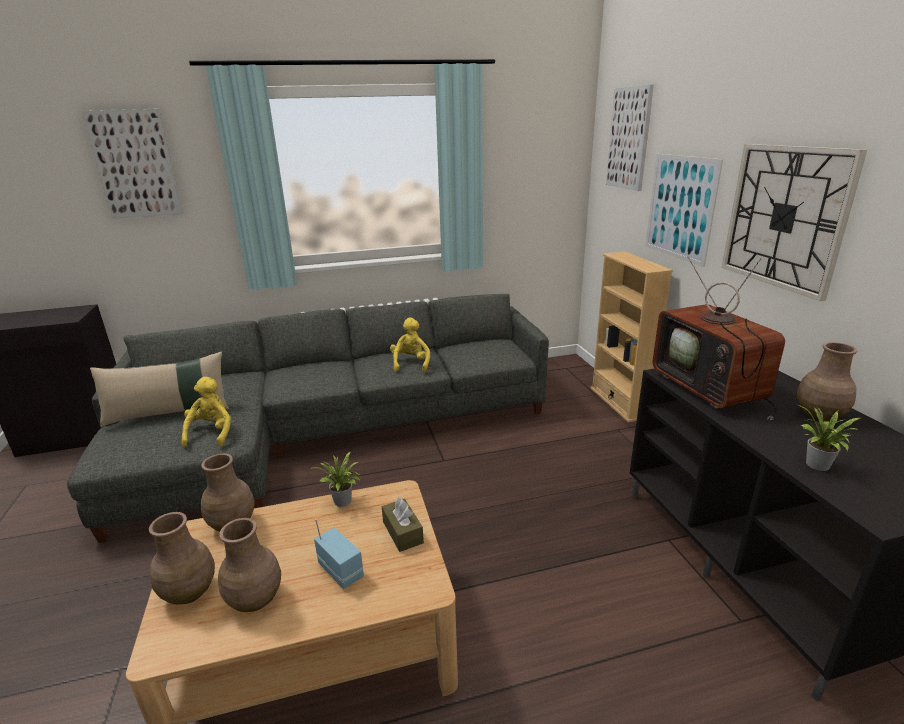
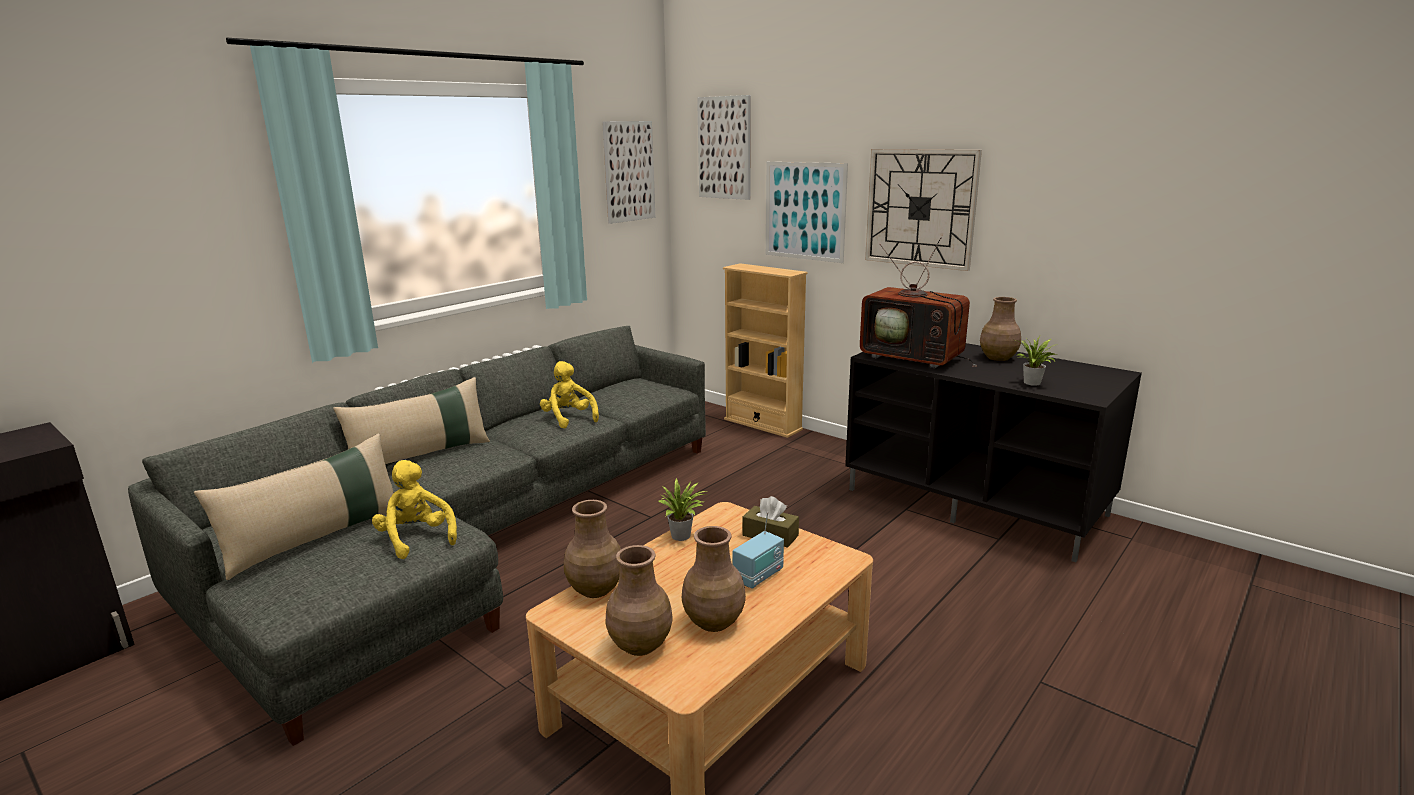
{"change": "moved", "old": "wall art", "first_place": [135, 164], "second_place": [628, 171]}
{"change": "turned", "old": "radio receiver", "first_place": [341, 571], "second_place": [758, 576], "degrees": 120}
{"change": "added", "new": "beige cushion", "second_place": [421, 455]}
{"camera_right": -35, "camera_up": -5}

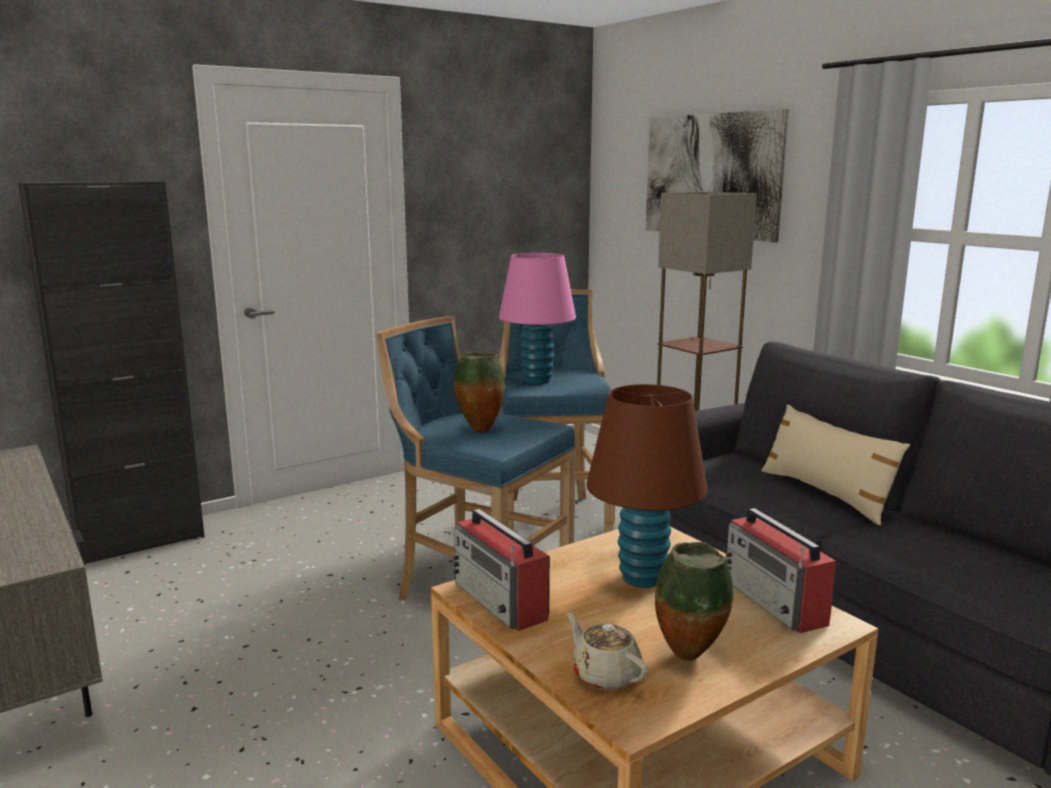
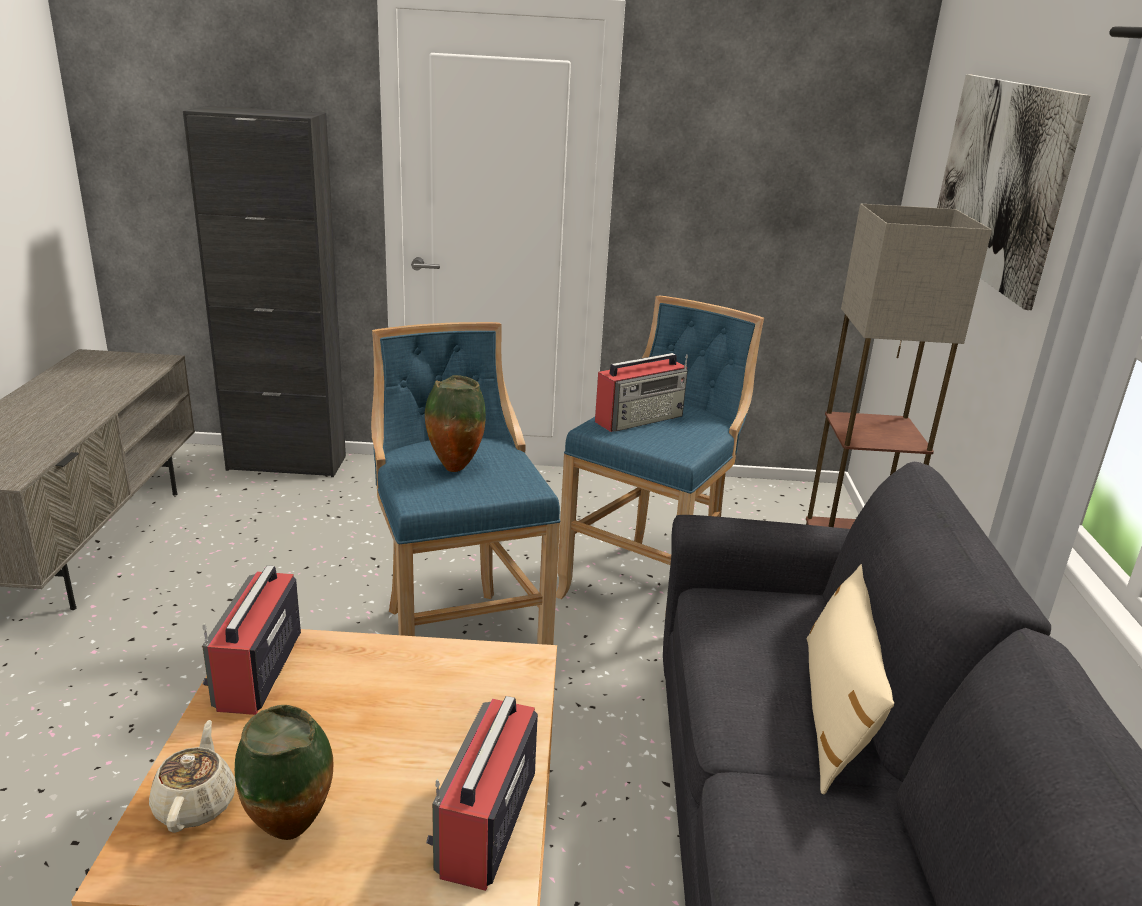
{"change": "replaced", "old": "pink-coloured table lamp", "new": "radio receiver", "first_place": [537, 380], "second_place": [640, 419]}
{"change": "removed", "old": "brown table lamp", "first_place": [643, 578]}
{"camera_right": 35, "camera_up": 10}

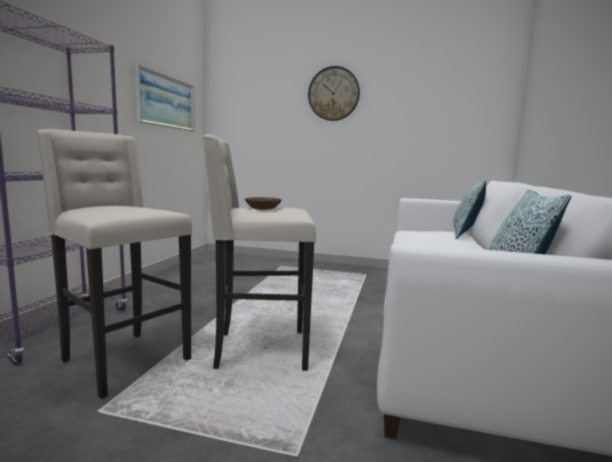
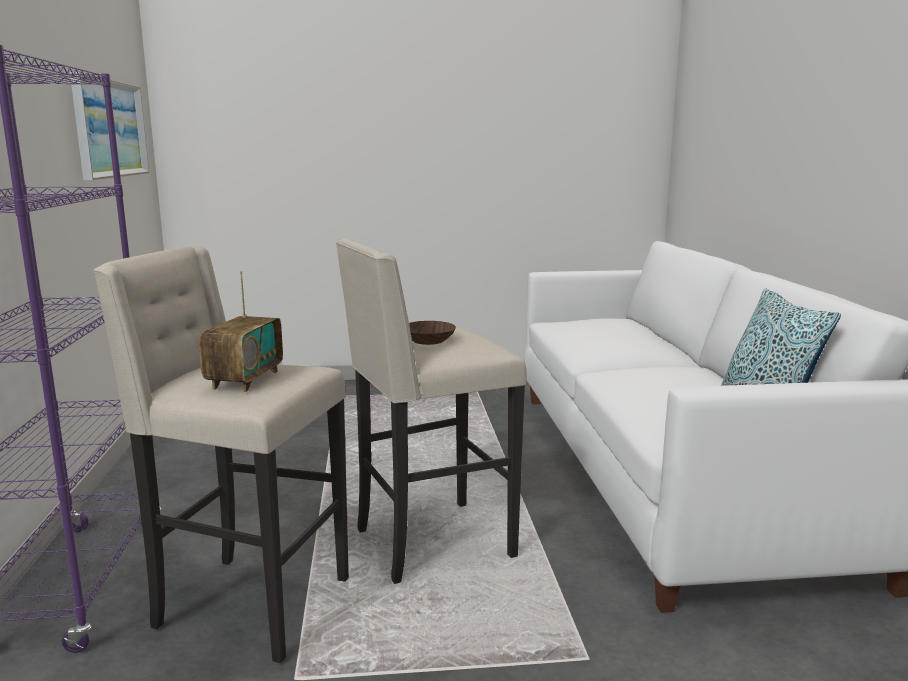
{"change": "removed", "old": "hanging clock", "first_place": [333, 94]}
{"change": "removed", "old": "cushion", "first_place": [466, 235]}
{"change": "added", "new": "radio receiver", "second_place": [245, 380]}
{"camera_right": -20, "camera_up": 5}

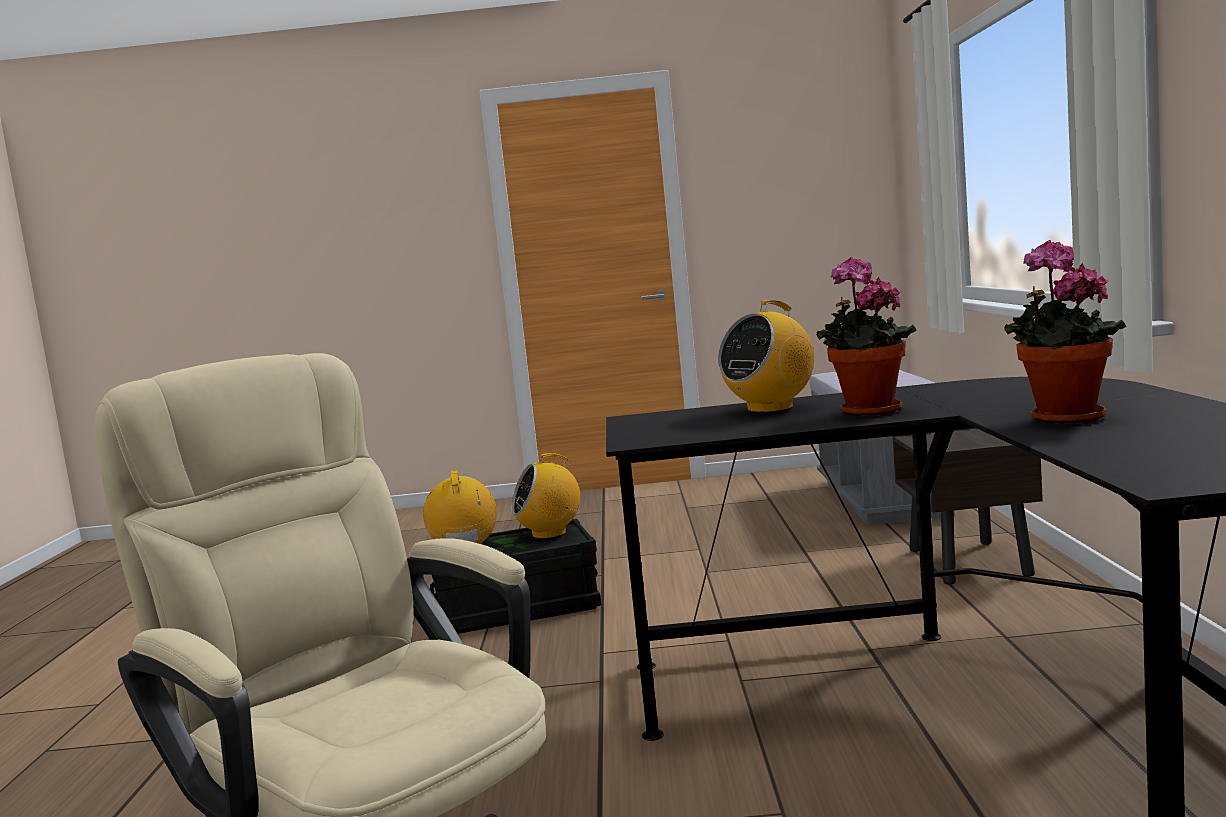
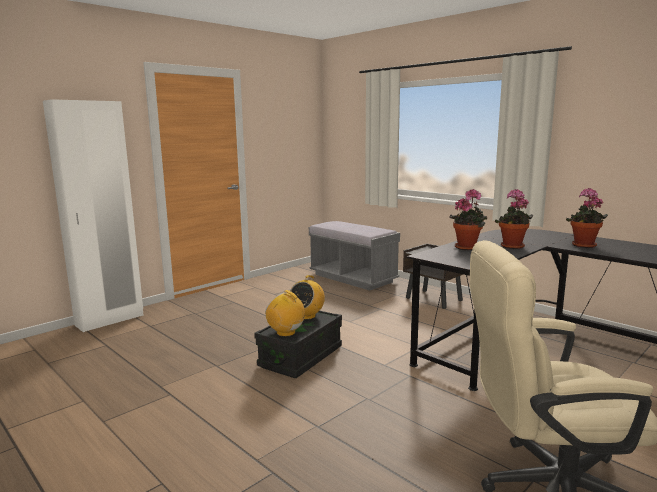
{"change": "replaced", "old": "radio receiver", "new": "potted plant", "first_place": [770, 409], "second_place": [468, 247]}
{"change": "added", "new": "whitish wardrobe", "second_place": [110, 320]}
{"camera_right": -45, "camera_up": 5}

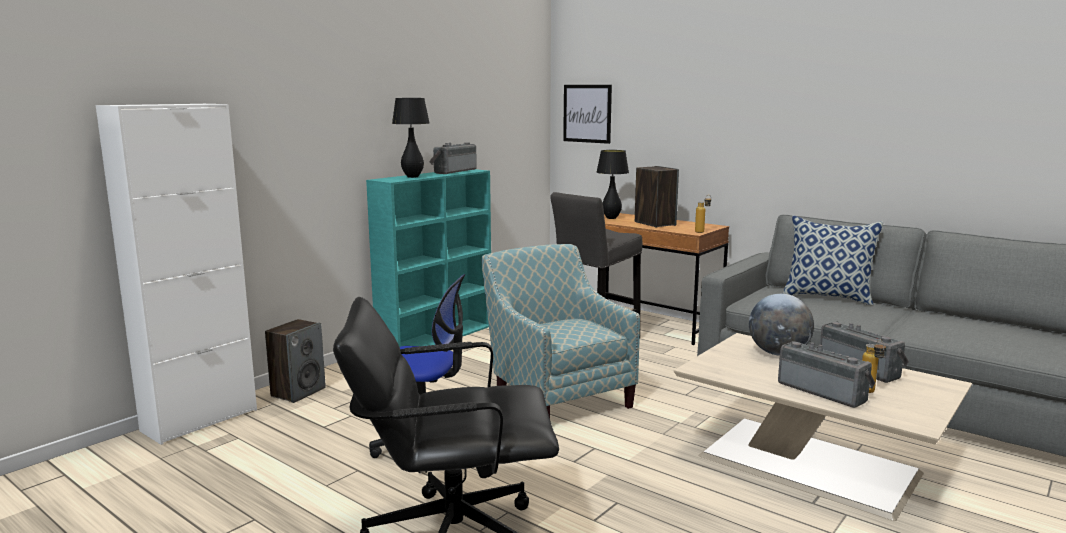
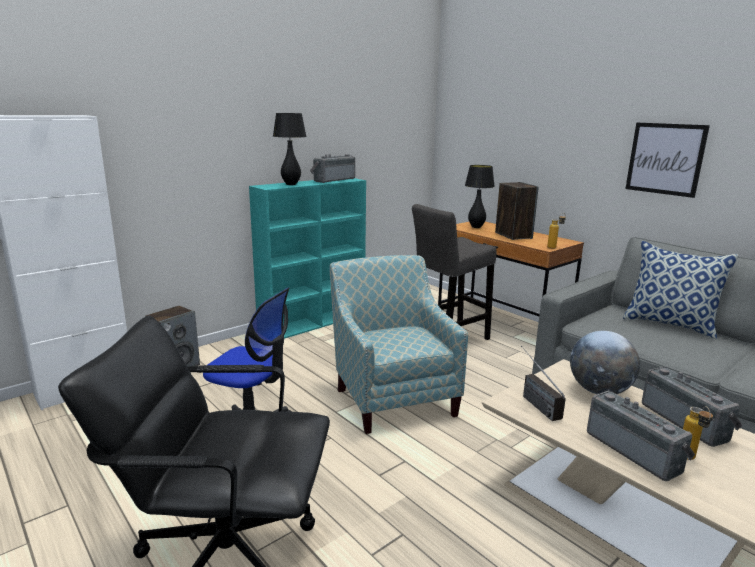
{"change": "moved", "old": "wall art", "first_place": [587, 113], "second_place": [665, 159]}
{"change": "added", "new": "radio receiver", "second_place": [532, 401]}
{"camera_right": 10, "camera_up": 5}

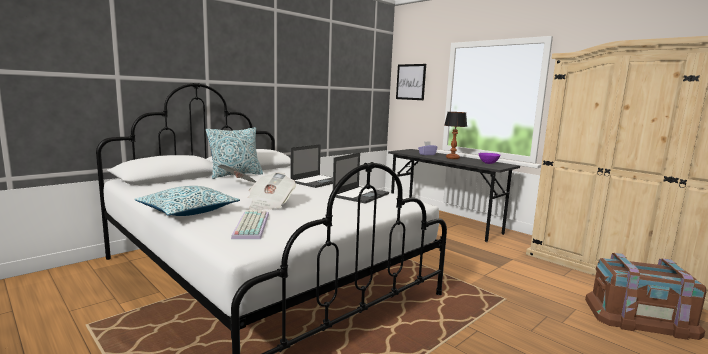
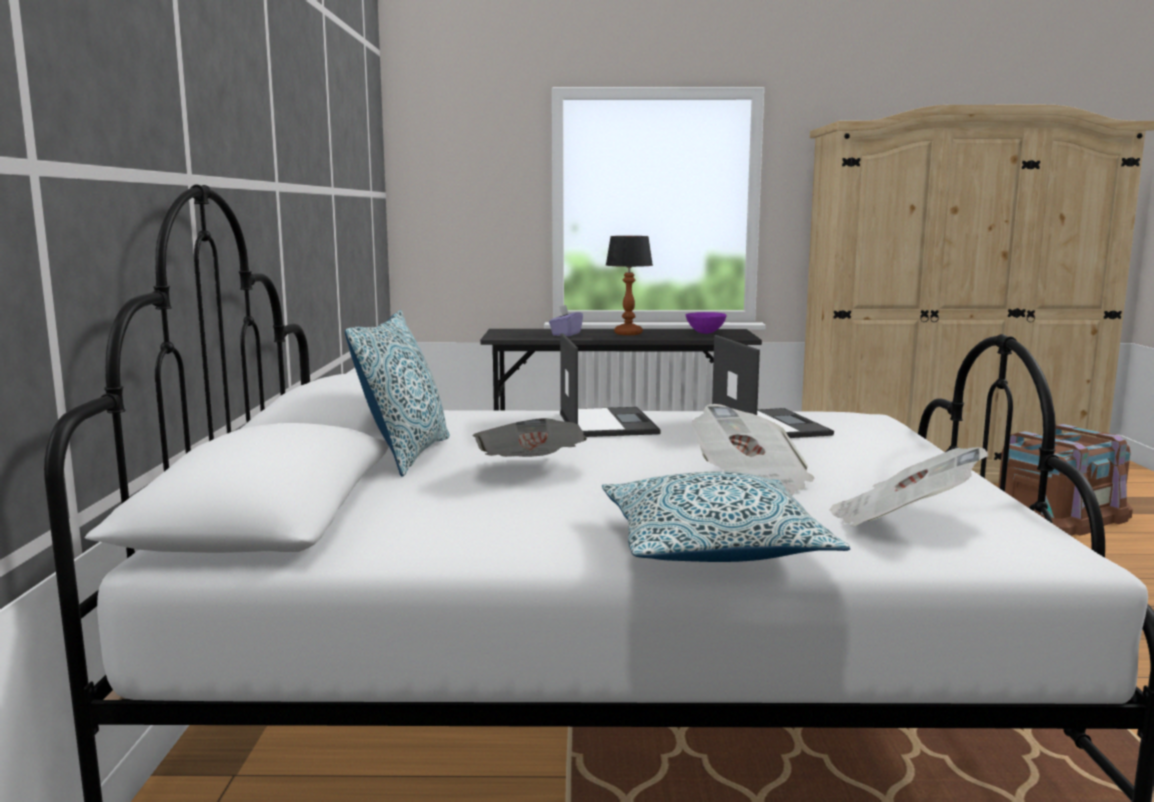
{"change": "removed", "old": "wall art", "first_place": [410, 82]}
{"change": "replaced", "old": "computer keyboard", "new": "newspaper", "first_place": [250, 225], "second_place": [900, 523]}
{"camera_right": -45, "camera_up": 0}

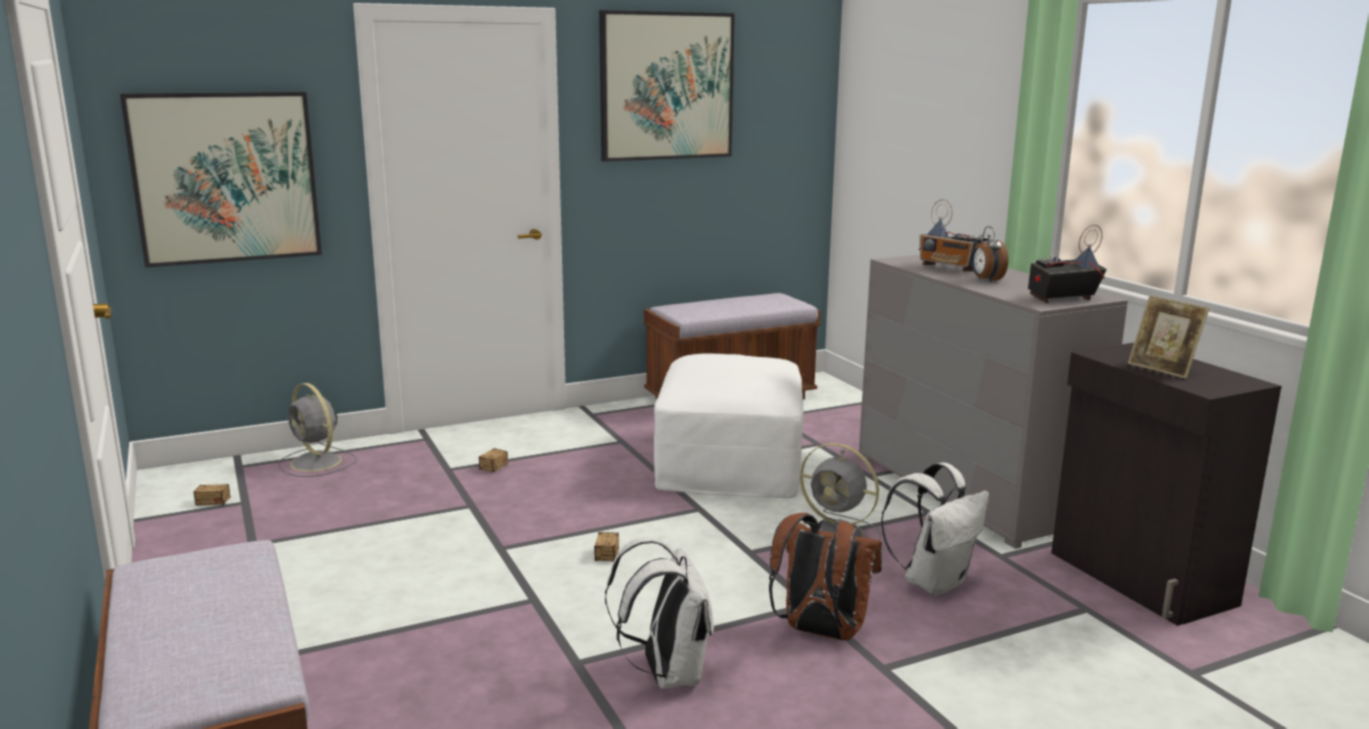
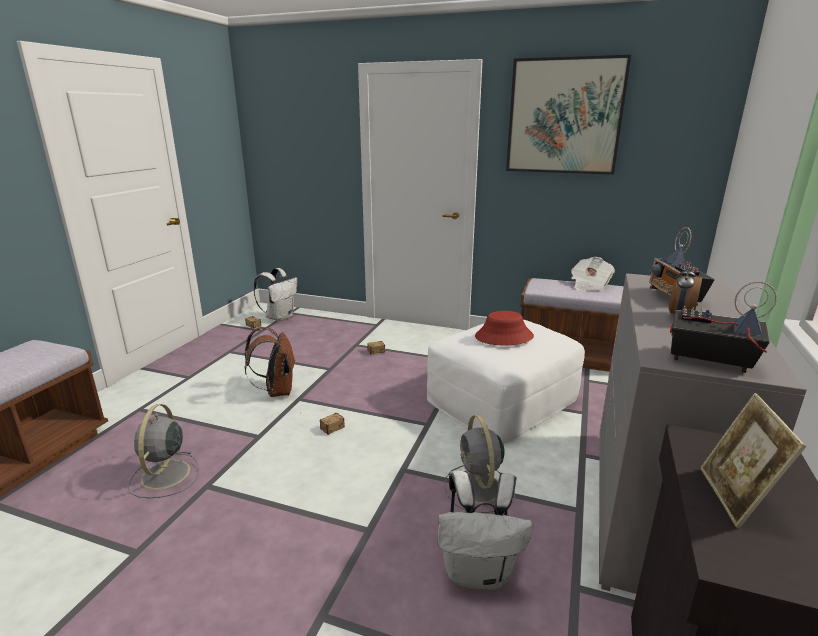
{"change": "removed", "old": "wall art", "first_place": [226, 177]}
{"change": "moved", "old": "greyish cooling fan", "first_place": [317, 463], "second_place": [164, 476]}
{"change": "moved", "old": "brown knapsack", "first_place": [820, 632], "second_place": [277, 391]}
{"change": "moved", "old": "whitish knapsack", "first_place": [667, 674], "second_place": [280, 317]}
{"change": "added", "new": "newspaper", "second_place": [589, 285]}
{"change": "added", "new": "red wearable hat", "second_place": [504, 337]}
{"camera_right": 45, "camera_up": 5}

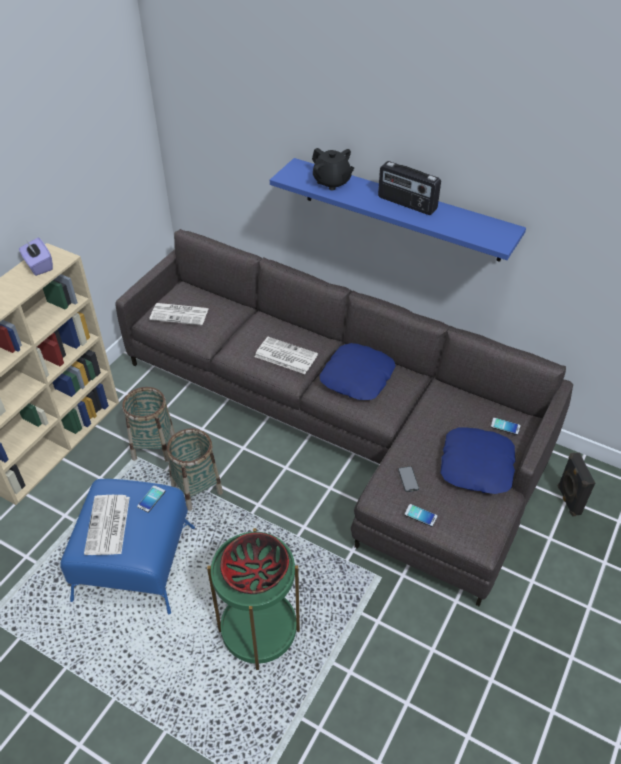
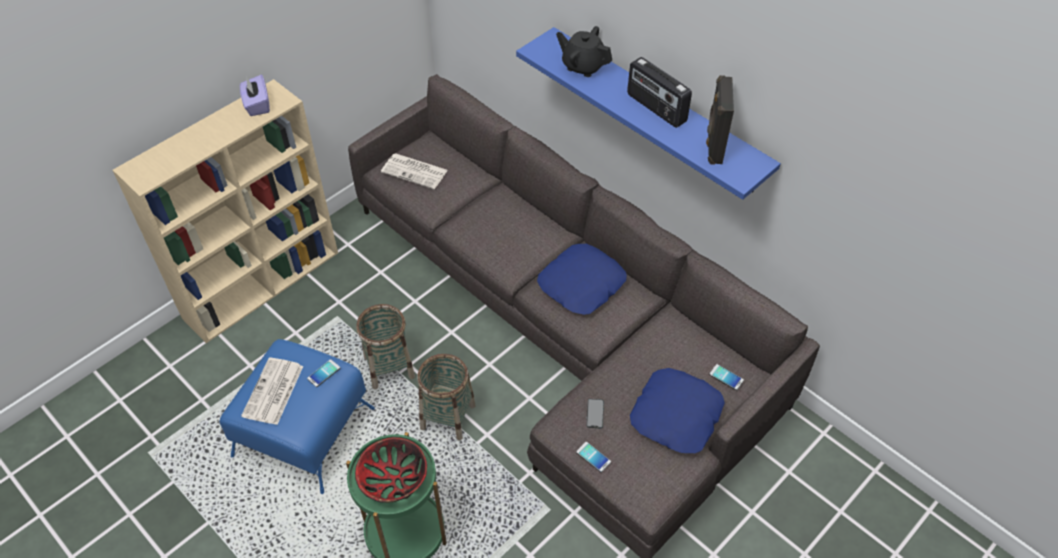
{"change": "turned", "old": "black teapot", "first_place": [332, 182], "second_place": [583, 66], "degrees": 150}
{"change": "removed", "old": "newspaper", "first_place": [285, 356]}
{"change": "moved", "old": "basket", "first_place": [153, 446], "second_place": [447, 416]}
{"change": "moved", "old": "black audio speaker", "first_place": [568, 500], "second_place": [713, 146]}
{"camera_right": 15, "camera_up": 5}

